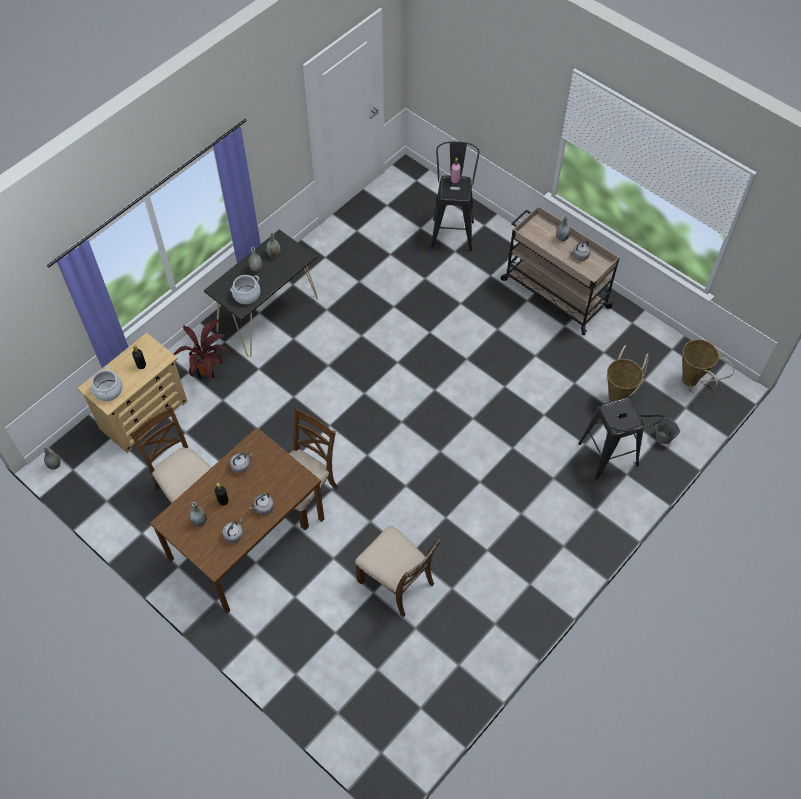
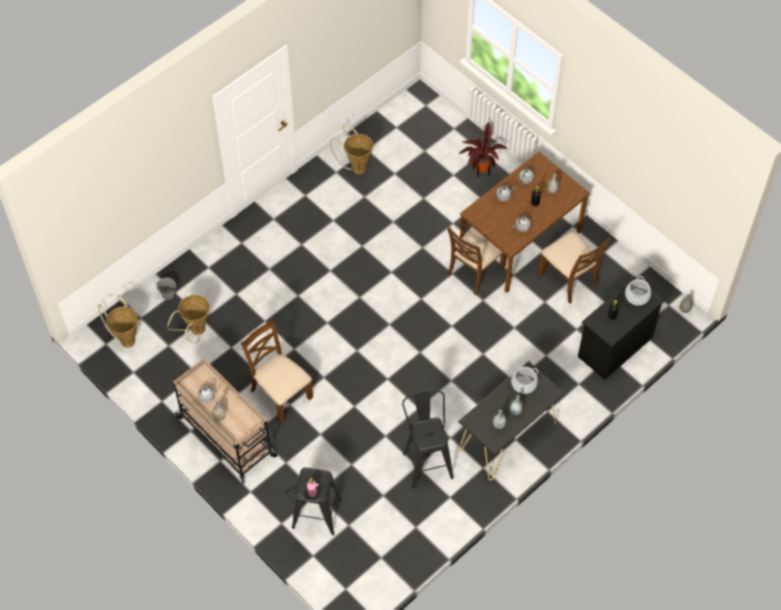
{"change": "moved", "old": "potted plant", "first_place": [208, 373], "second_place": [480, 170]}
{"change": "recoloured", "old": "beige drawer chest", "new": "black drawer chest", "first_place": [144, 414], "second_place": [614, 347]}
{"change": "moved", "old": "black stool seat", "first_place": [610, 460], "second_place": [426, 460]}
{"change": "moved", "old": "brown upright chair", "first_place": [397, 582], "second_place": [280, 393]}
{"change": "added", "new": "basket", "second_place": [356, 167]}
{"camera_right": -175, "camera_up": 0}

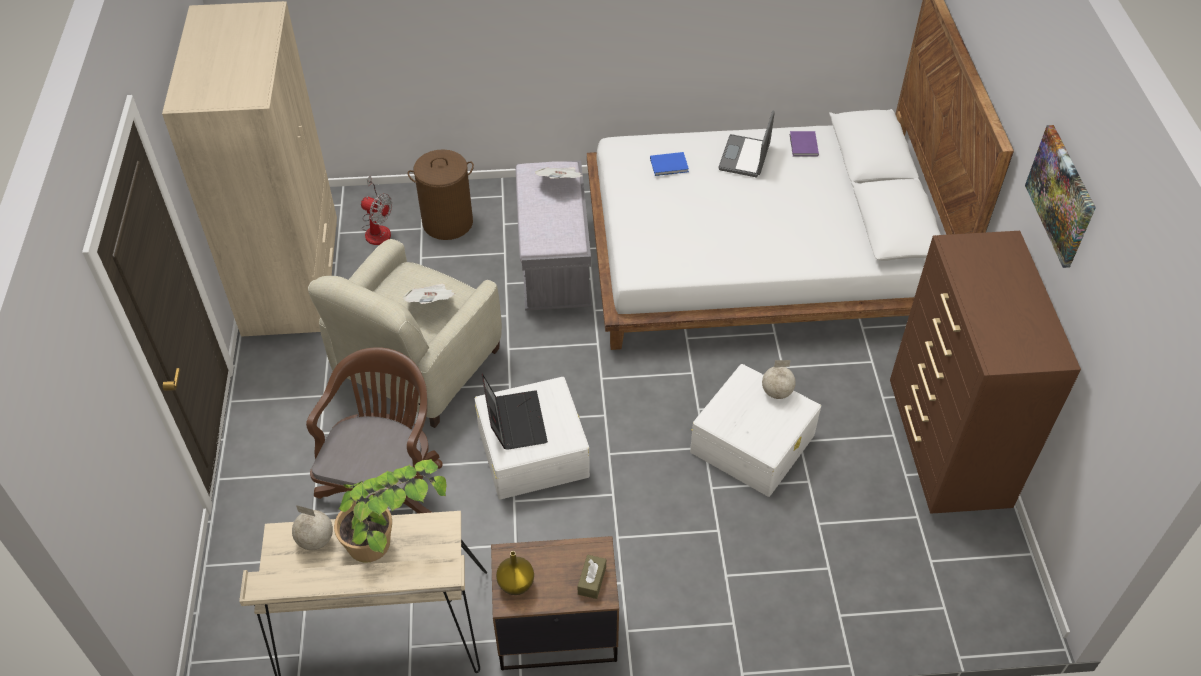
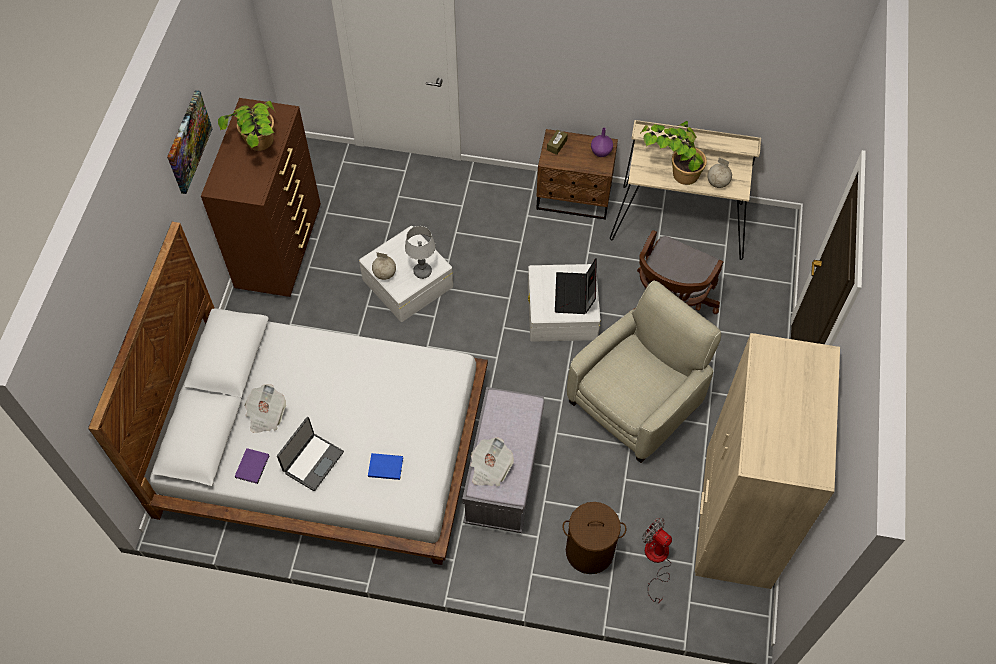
{"change": "moved", "old": "newspaper", "first_place": [431, 303], "second_place": [266, 415]}
{"change": "recoloured", "old": "yellow-coloured flower vase", "new": "purple-coloured flower vase", "first_place": [516, 585], "second_place": [601, 152]}
{"change": "added", "new": "potted plant", "second_place": [260, 151]}
{"change": "added", "new": "table lamp", "second_place": [423, 271]}
{"camera_right": -165, "camera_up": 10}

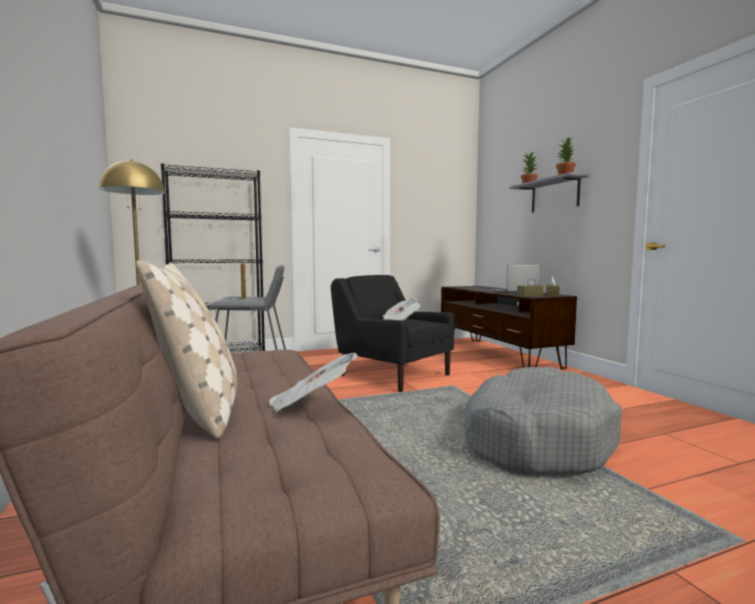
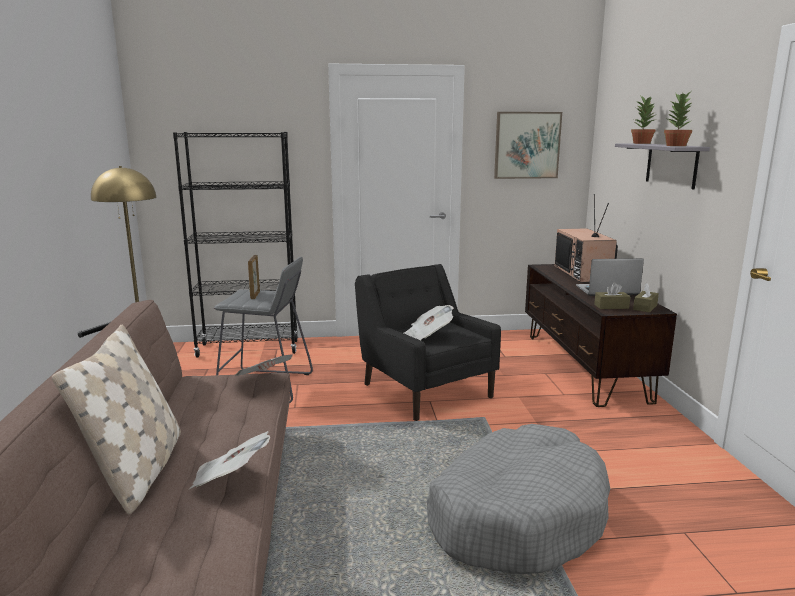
{"change": "added", "new": "wall art", "second_place": [527, 145]}
{"change": "added", "new": "TV set", "second_place": [583, 273]}
{"change": "added", "new": "newspaper", "second_place": [264, 380]}
{"camera_right": 15, "camera_up": 10}

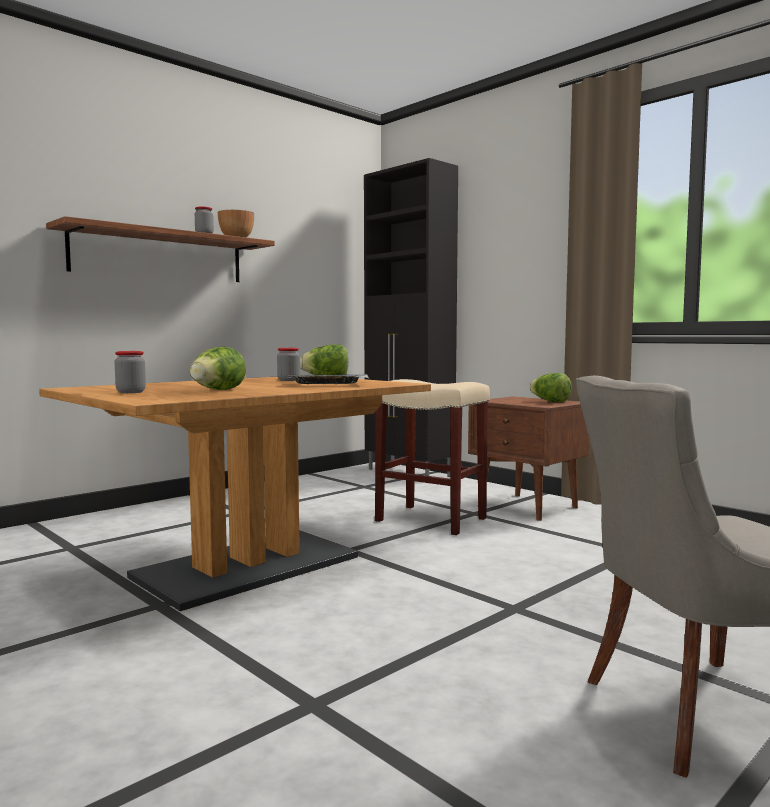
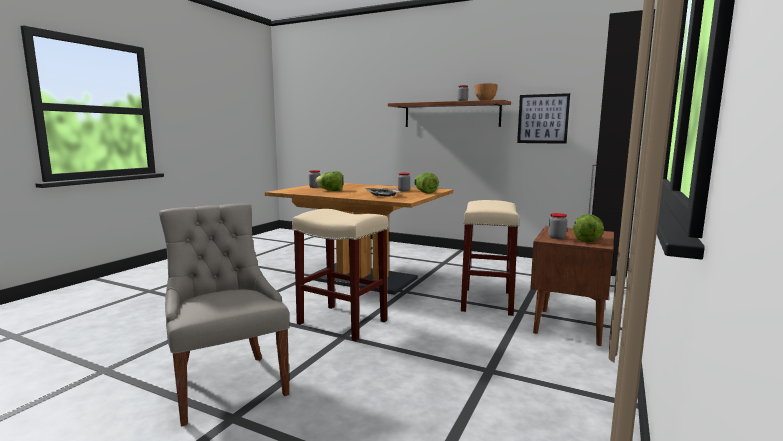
{"change": "added", "new": "wall art", "second_place": [543, 119]}
{"change": "added", "new": "beige stool seat", "second_place": [341, 322]}
{"change": "added", "new": "storage jar", "second_place": [556, 237]}
{"camera_right": 70, "camera_up": 5}

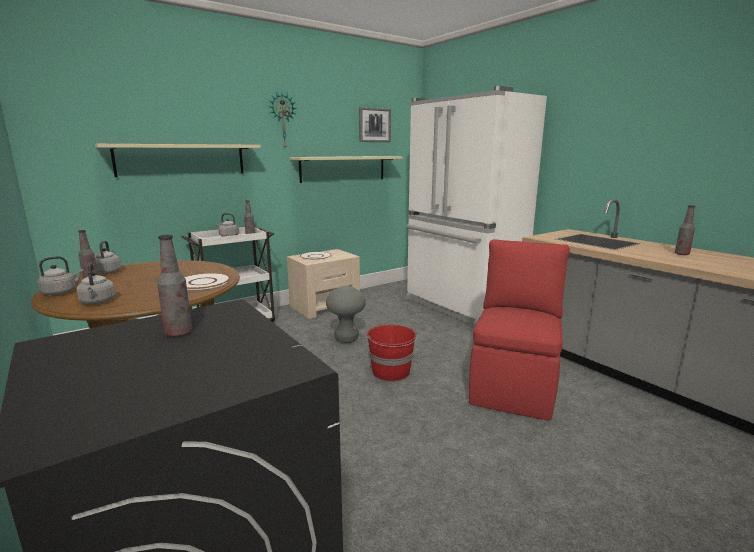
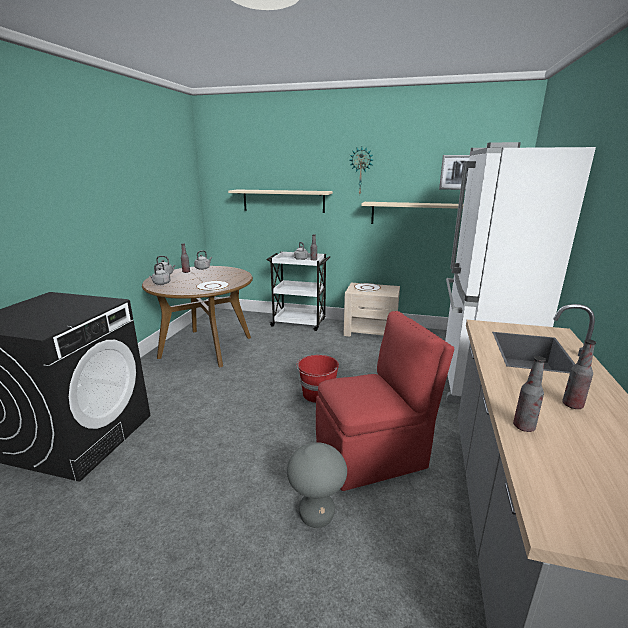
{"change": "moved", "old": "drink bottle", "first_place": [178, 333], "second_place": [523, 427]}
{"change": "moved", "old": "greyish stool seat", "first_place": [346, 339], "second_place": [316, 515]}
{"camera_right": 50, "camera_up": 5}

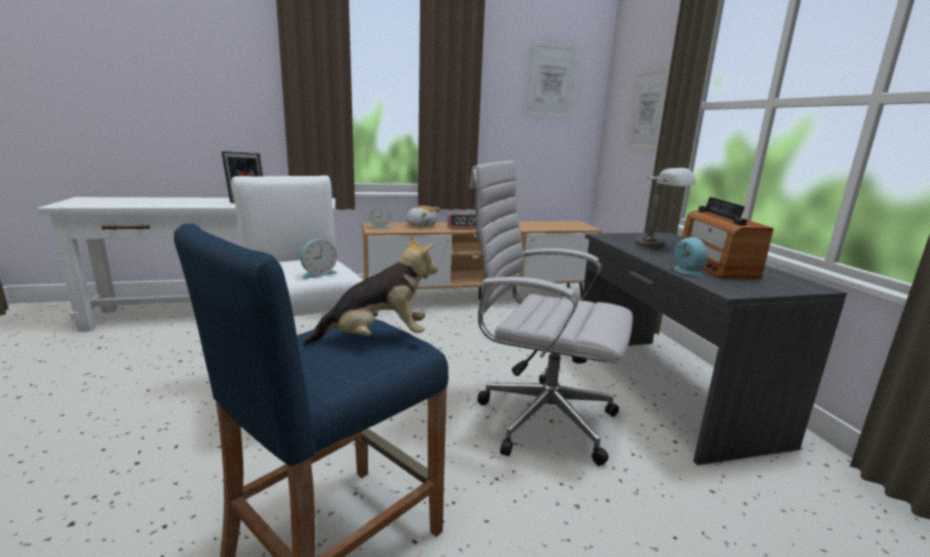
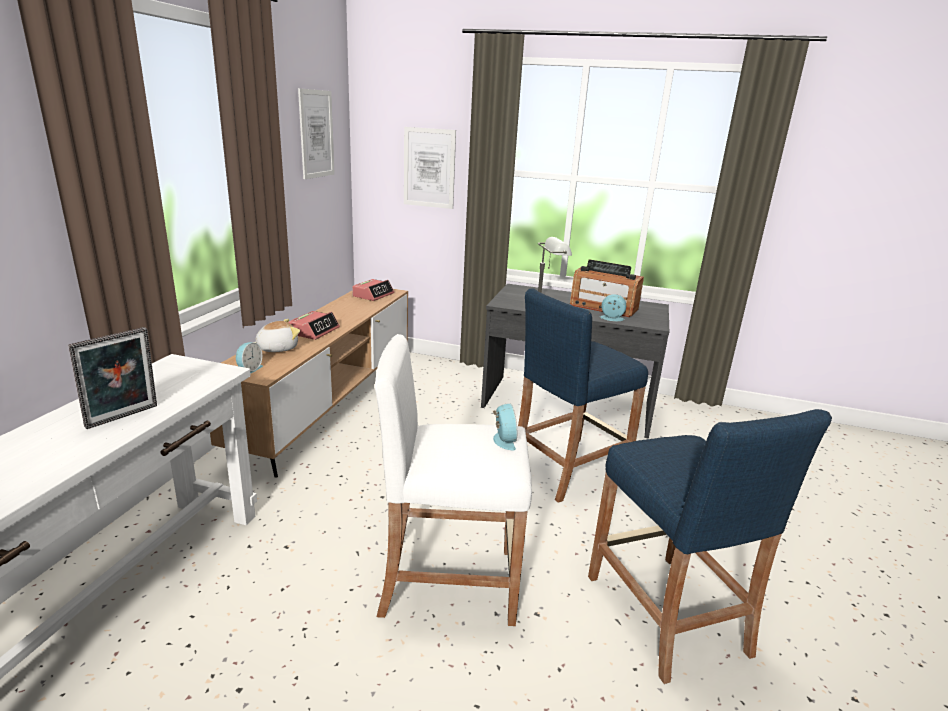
{"change": "replaced", "old": "whitish desk chair", "new": "bluish stool seat", "first_place": [539, 418], "second_place": [568, 468]}
{"change": "removed", "old": "cuddly toy", "first_place": [377, 339]}
{"change": "added", "new": "alarm clock", "second_place": [373, 295]}
{"camera_right": -60, "camera_up": 5}

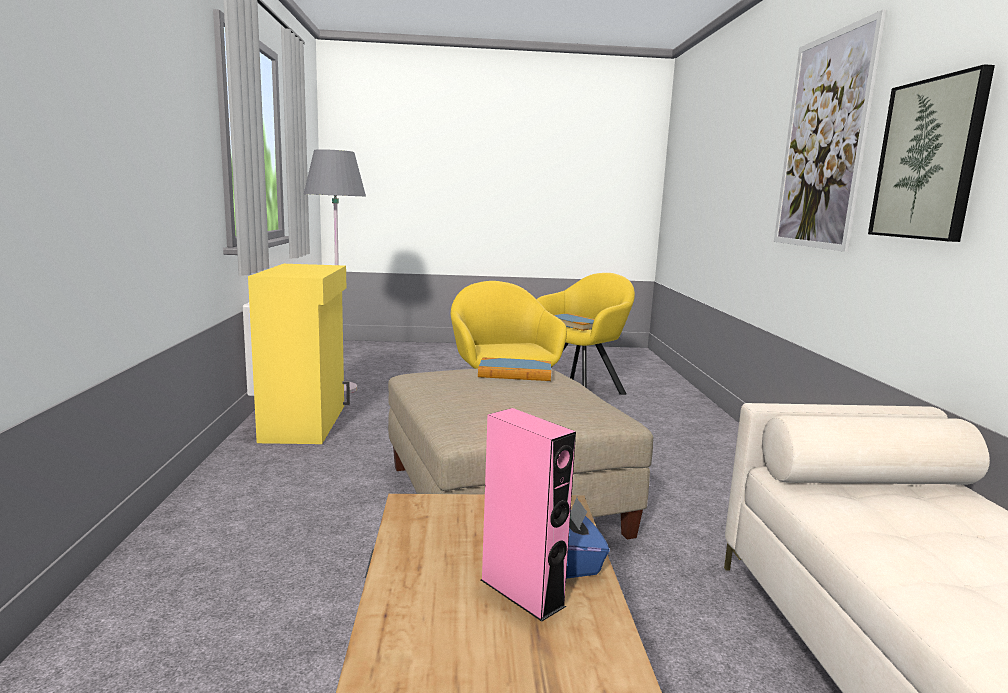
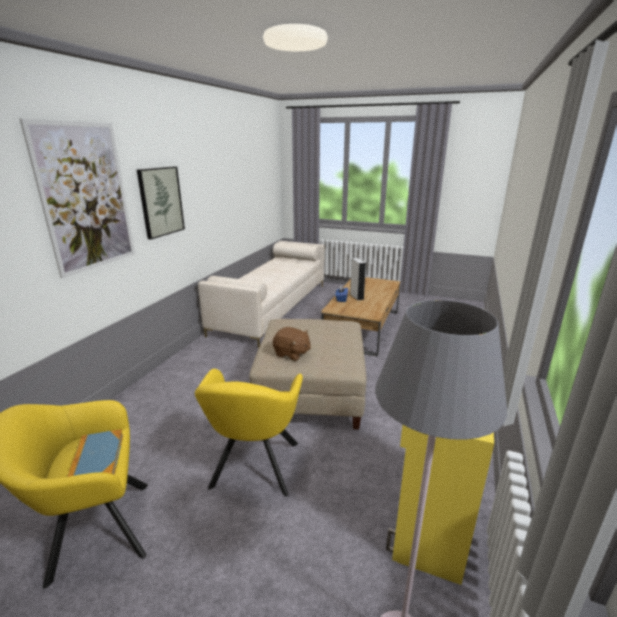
{"change": "replaced", "old": "book", "new": "brown cuddly toy", "first_place": [515, 373], "second_place": [291, 354]}
{"change": "recoloured", "old": "pink-coloured audio speaker", "new": "greyish audio speaker", "first_place": [522, 592], "second_place": [356, 296]}
{"camera_right": -155, "camera_up": 10}

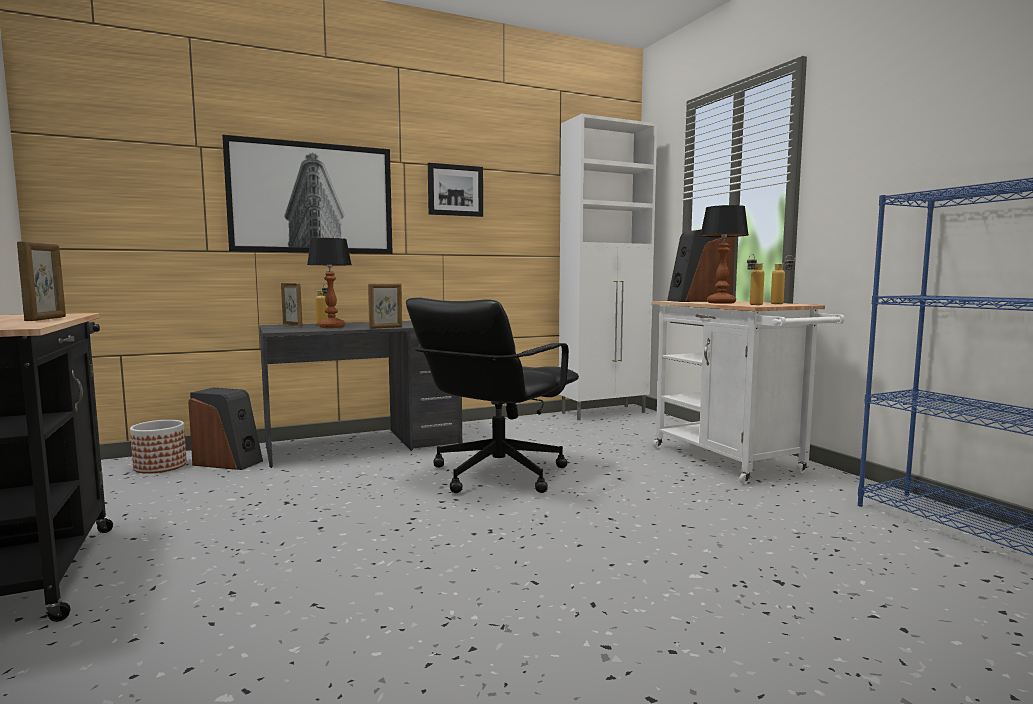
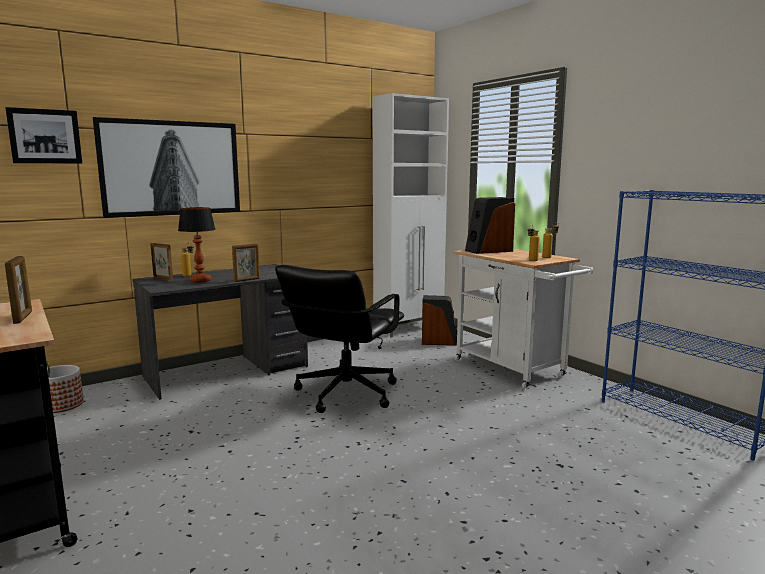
{"change": "moved", "old": "wall art", "first_place": [455, 190], "second_place": [45, 136]}
{"change": "removed", "old": "table lamp", "first_place": [720, 303]}
{"change": "moved", "old": "audio speaker", "first_place": [228, 462], "second_place": [439, 341]}
{"camera_right": -10, "camera_up": 5}

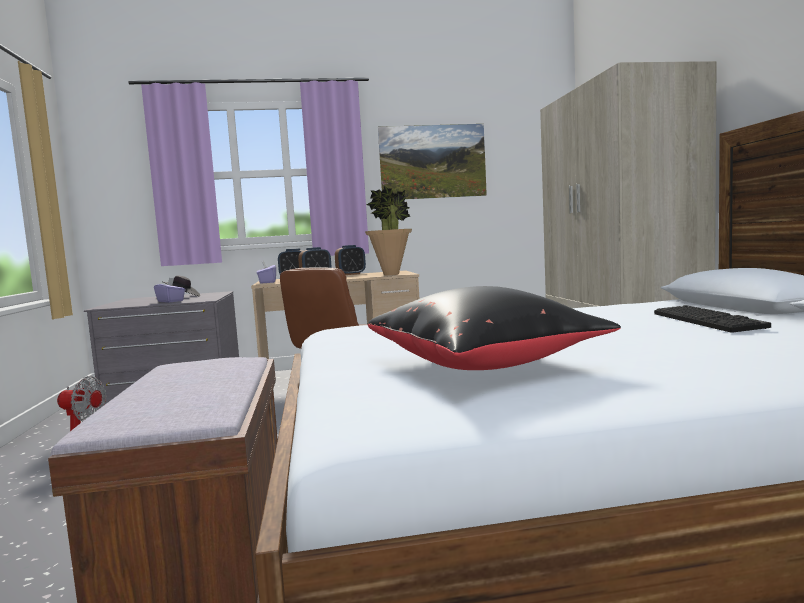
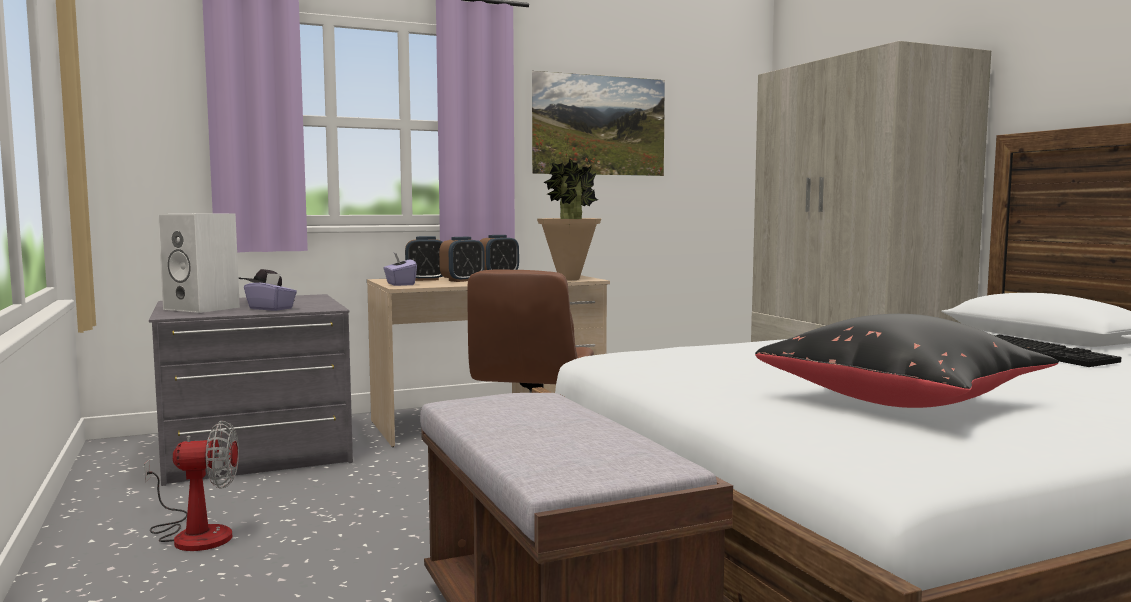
{"change": "added", "new": "whitish audio speaker", "second_place": [204, 308]}
{"camera_right": -15, "camera_up": 0}

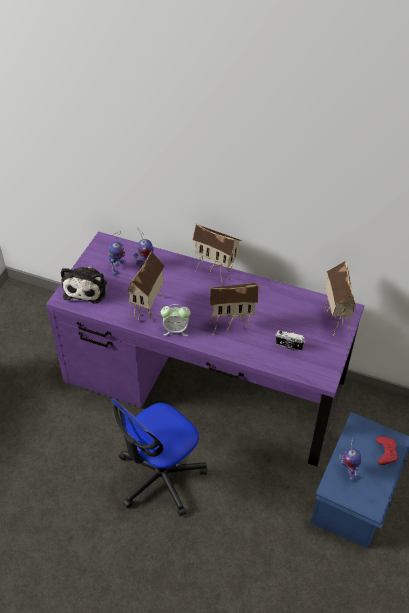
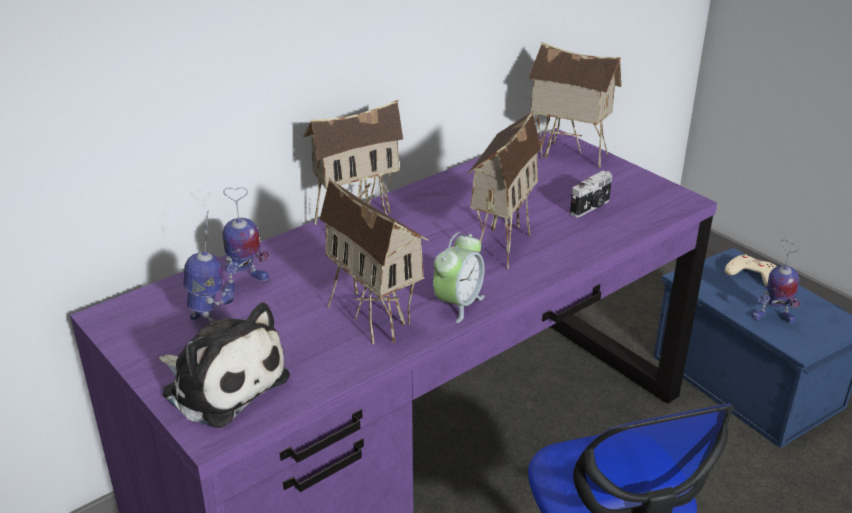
{"change": "recoloured", "old": "red gamepad", "new": "beige gamepad", "first_place": [386, 452], "second_place": [752, 275]}
{"camera_right": -60, "camera_up": -15}

